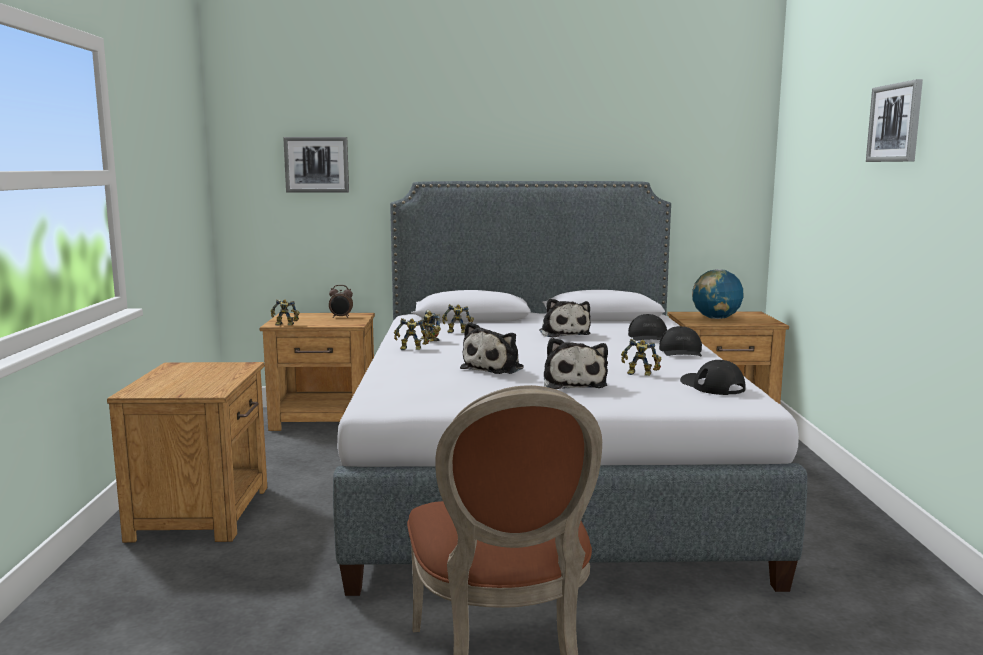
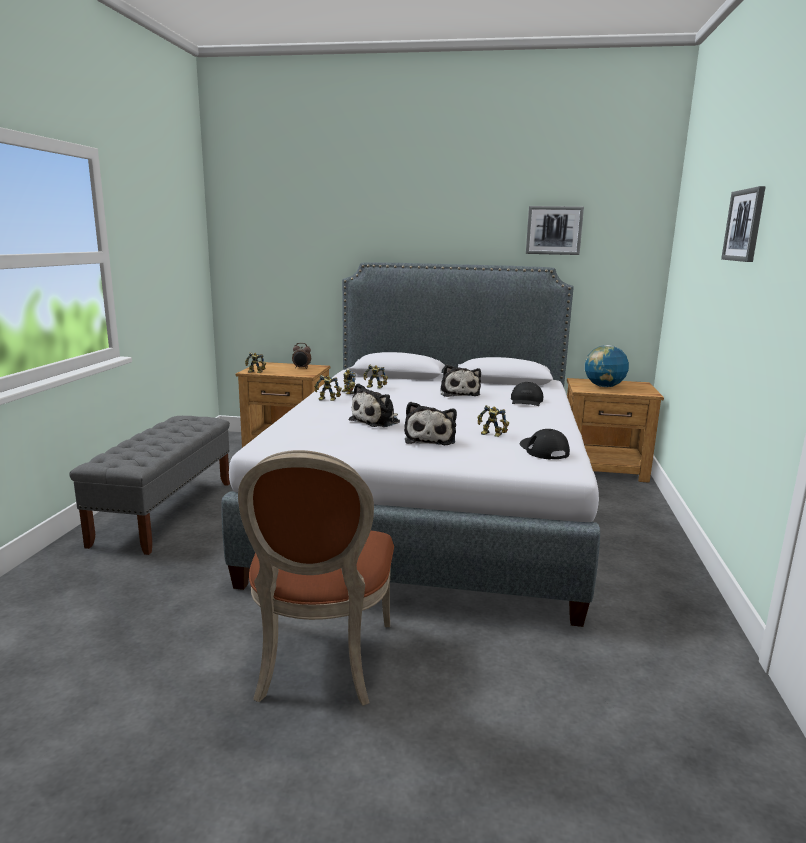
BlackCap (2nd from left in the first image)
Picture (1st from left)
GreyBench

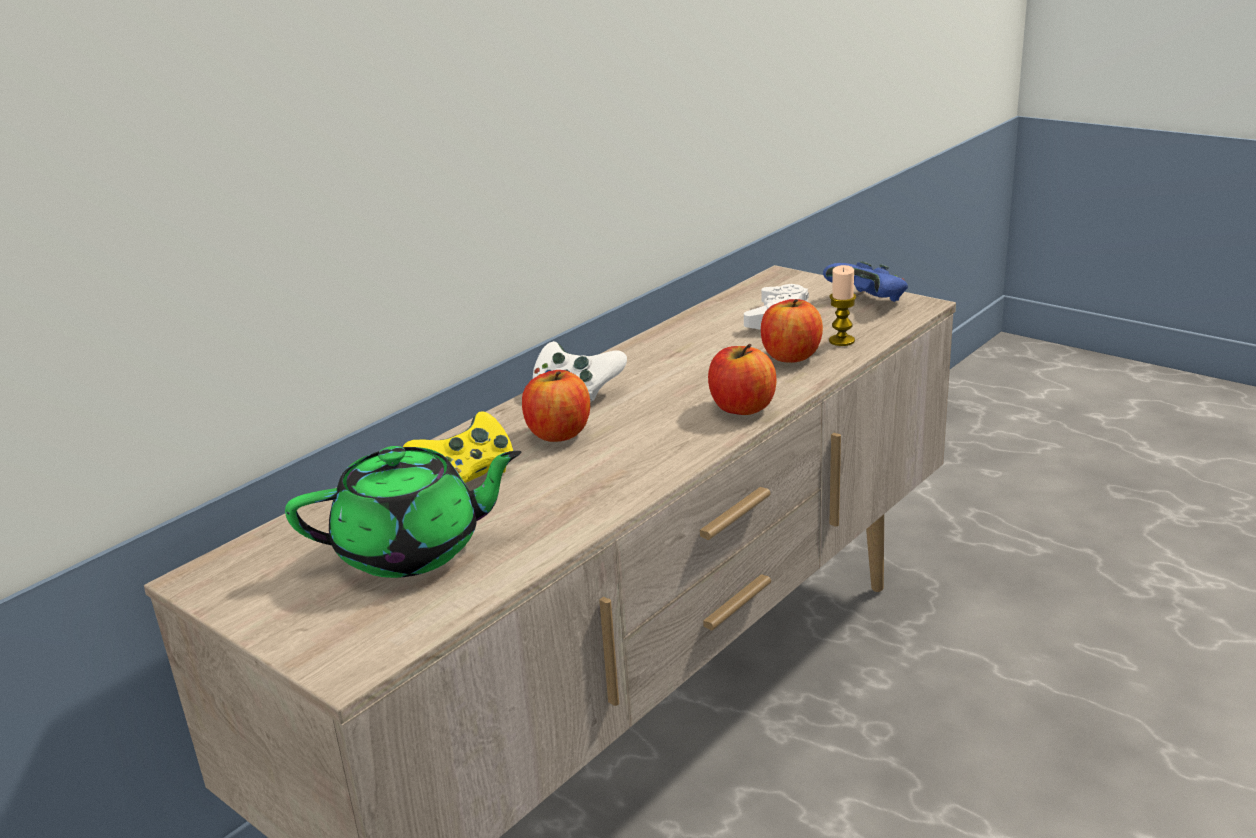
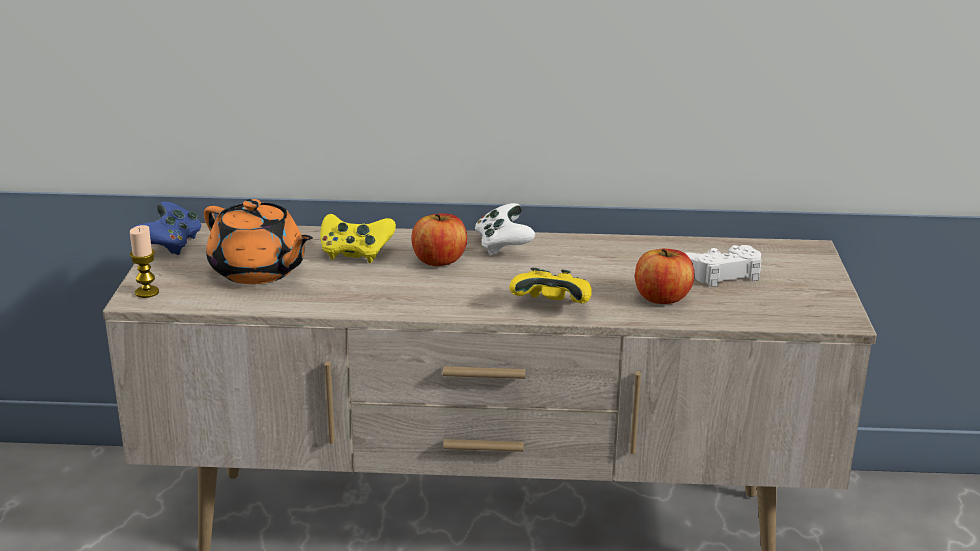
BlueGameController
Candle
YellowGameController (2nd from left)
OrangeTeapot

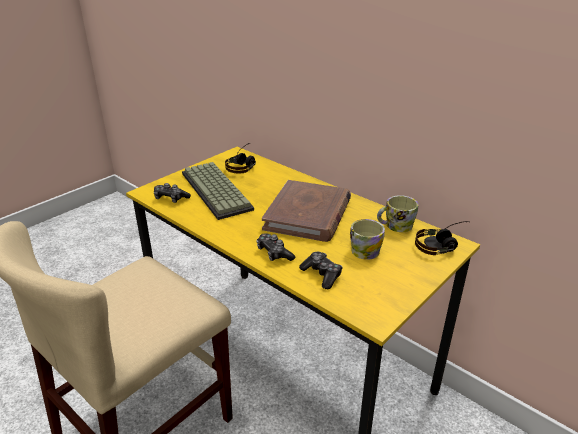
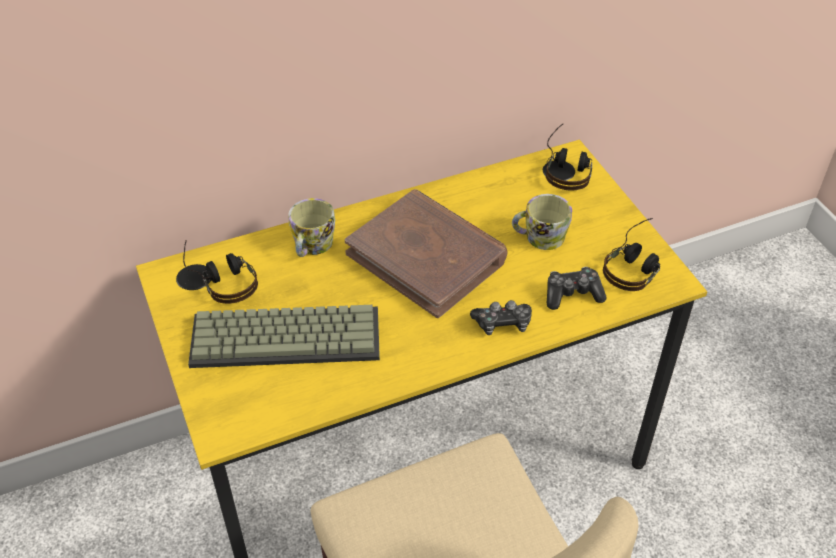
GameController (1st from left in the first image)
Headphones (3rd from left)
Mug (1st from left)

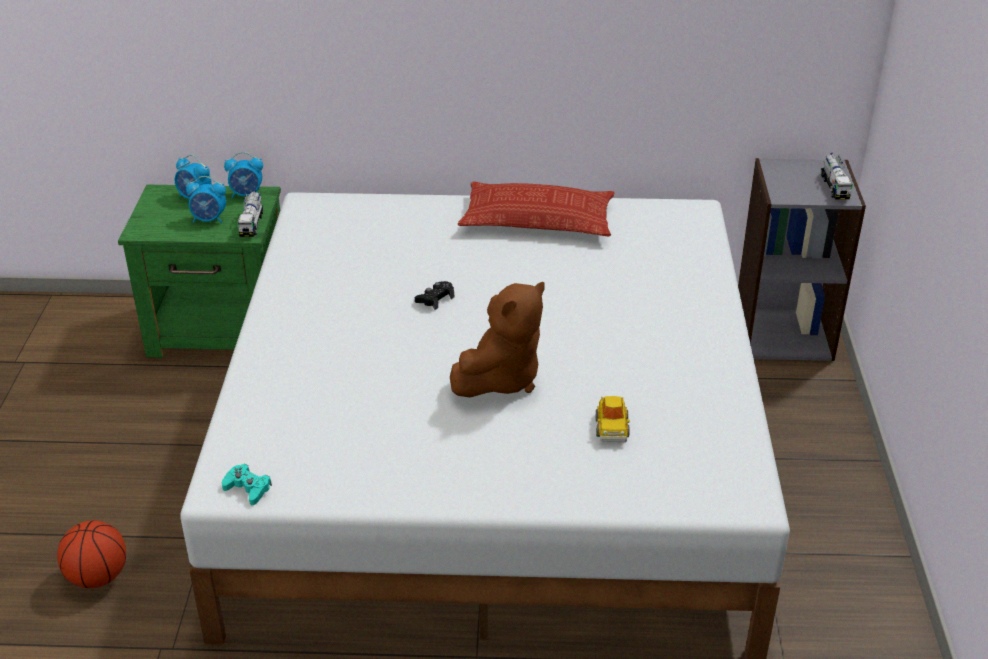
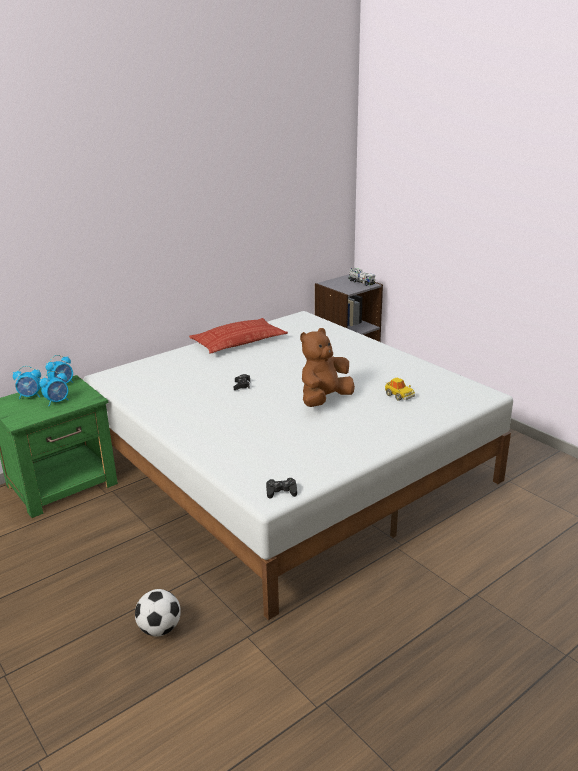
ToyTruck (1st from left in the first image)
Football
BlackGameController (2nd from left)
BrownPlushToy

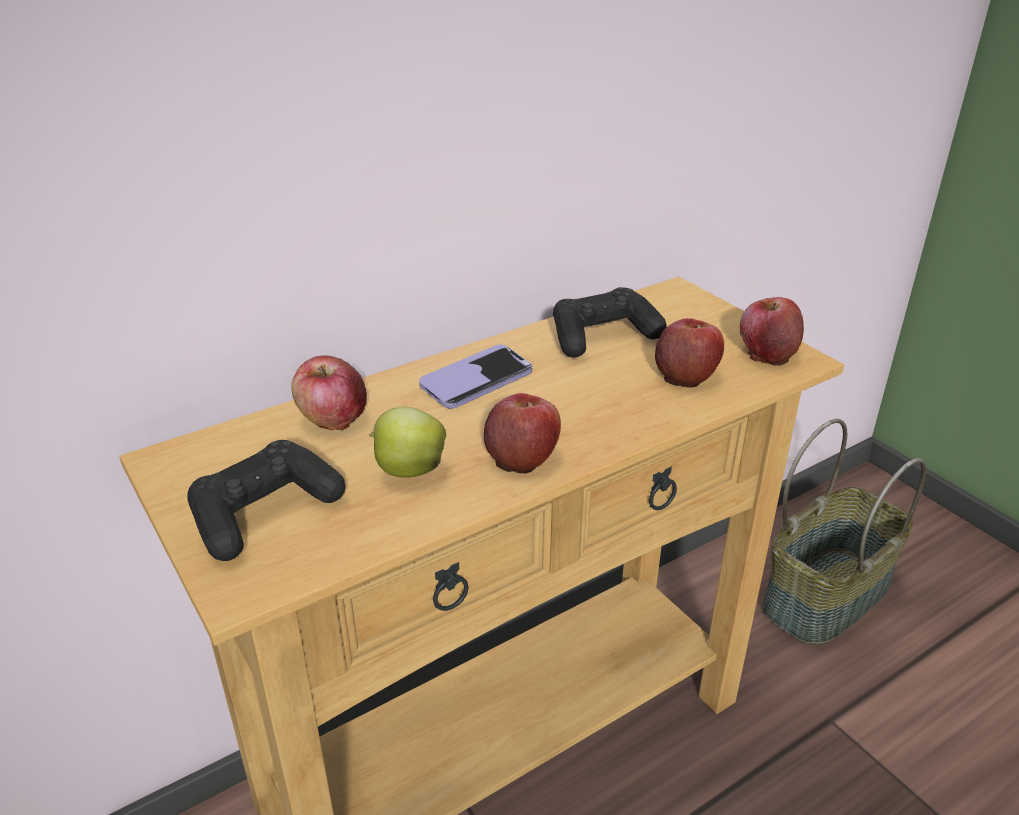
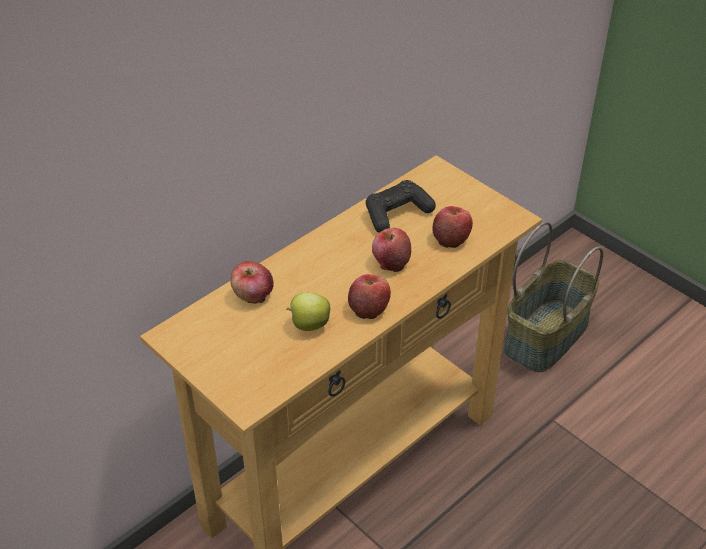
BlackGameController (1st from left in the first image)
Phone
Apple (4th from left)

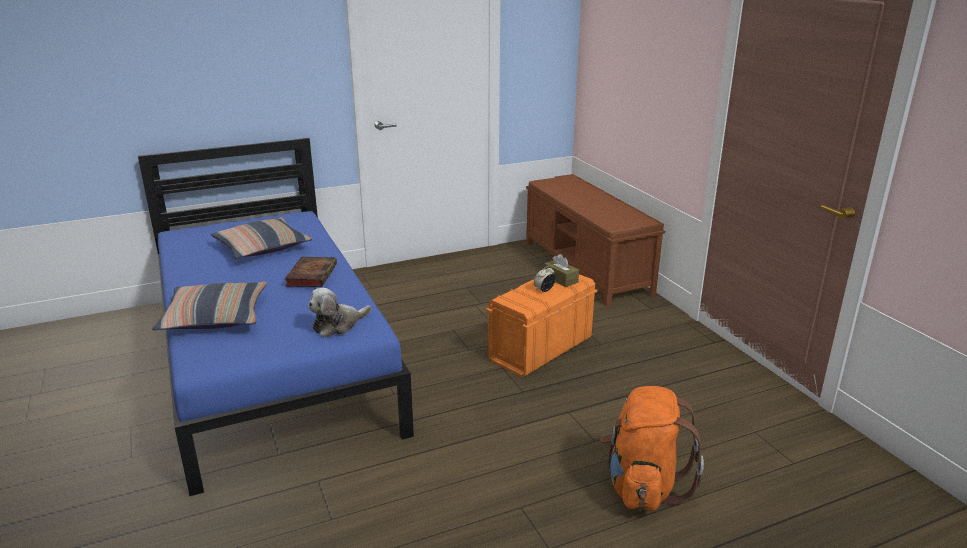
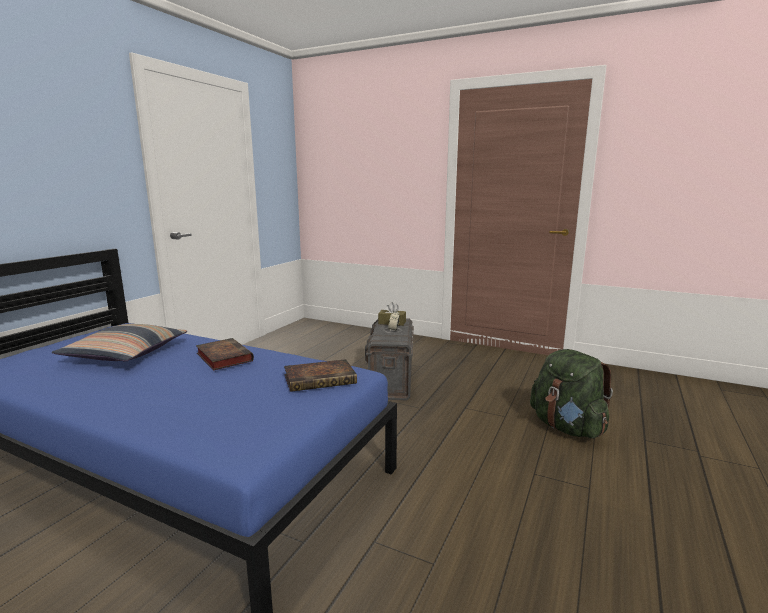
Pillow (1st from left in the first image)
BrownBench
Book (2nd from left)
GreyStorageBox
GreenBackpack

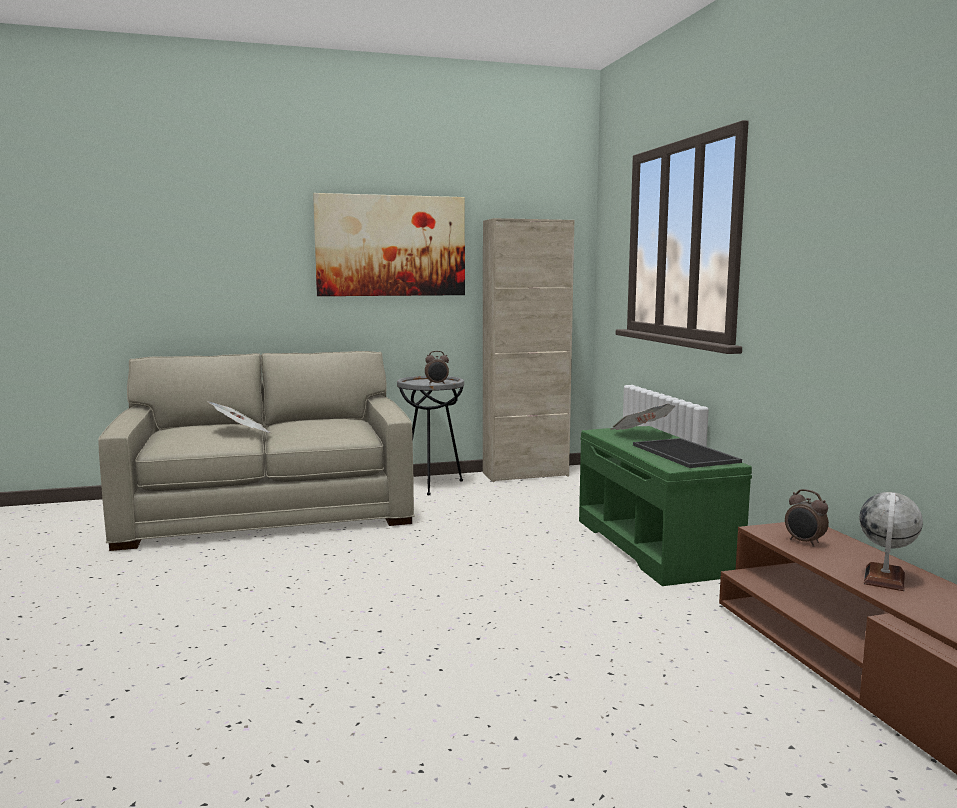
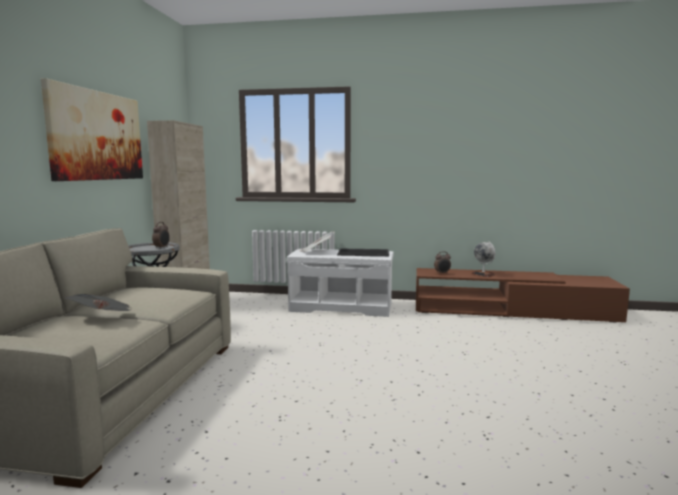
WhiteBench

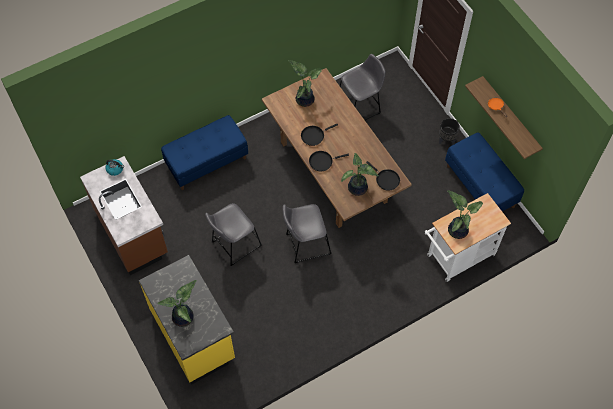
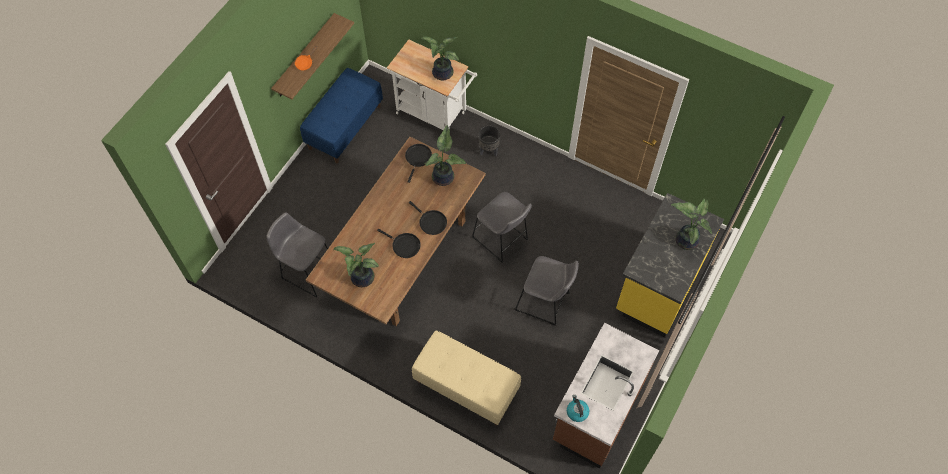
BlackPlanter
BeigeBench

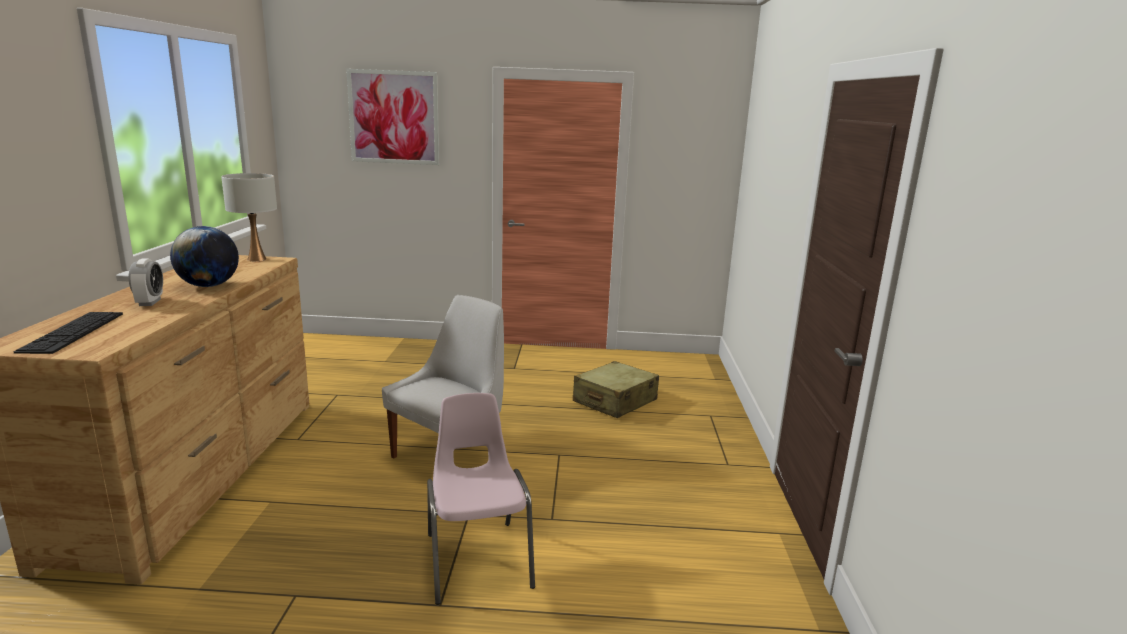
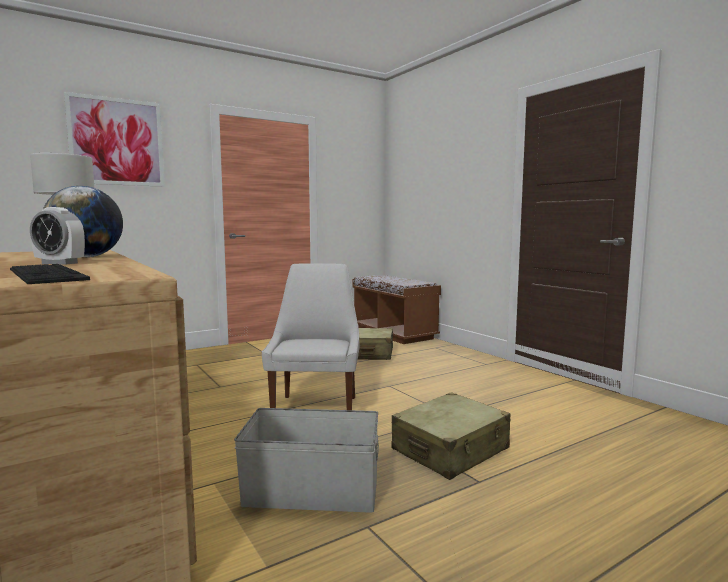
GreyStorageBox
BrownBench
BeigeSuitcase (2nd from left)
AlarmClock

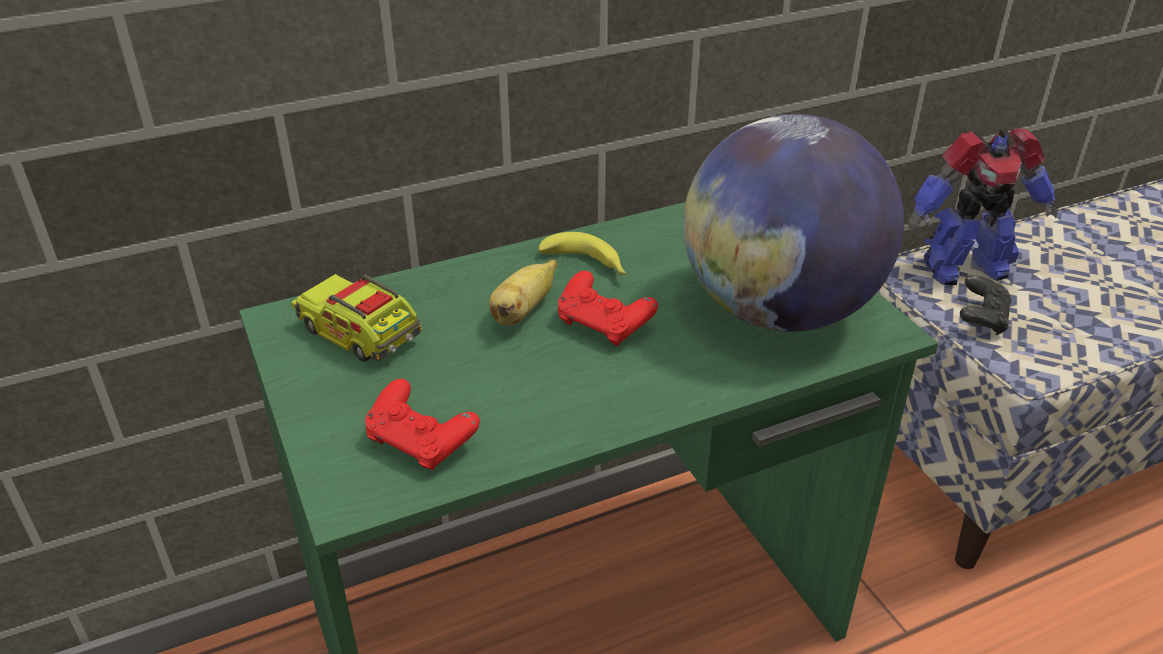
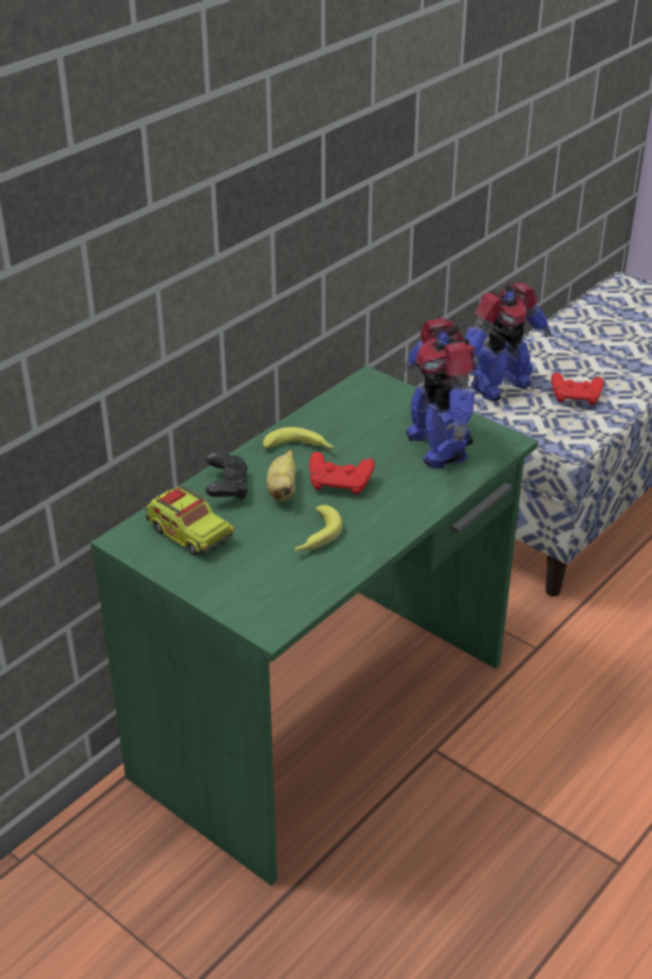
Banana (3rd from left)
RedGameController (2nd from left)
BlackGameController
ToyRobot (1st from left)
ToyTruck

